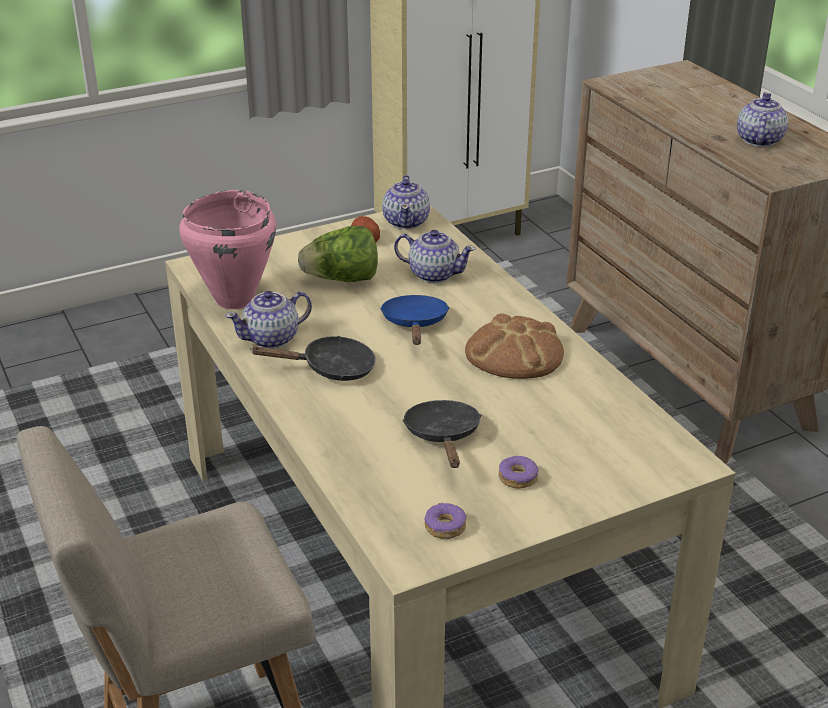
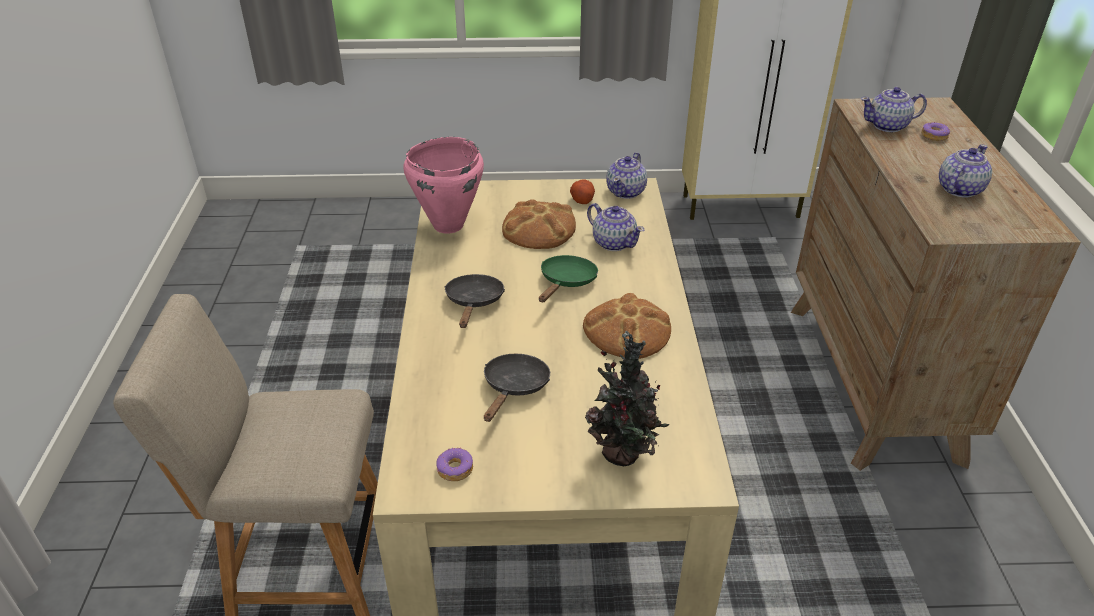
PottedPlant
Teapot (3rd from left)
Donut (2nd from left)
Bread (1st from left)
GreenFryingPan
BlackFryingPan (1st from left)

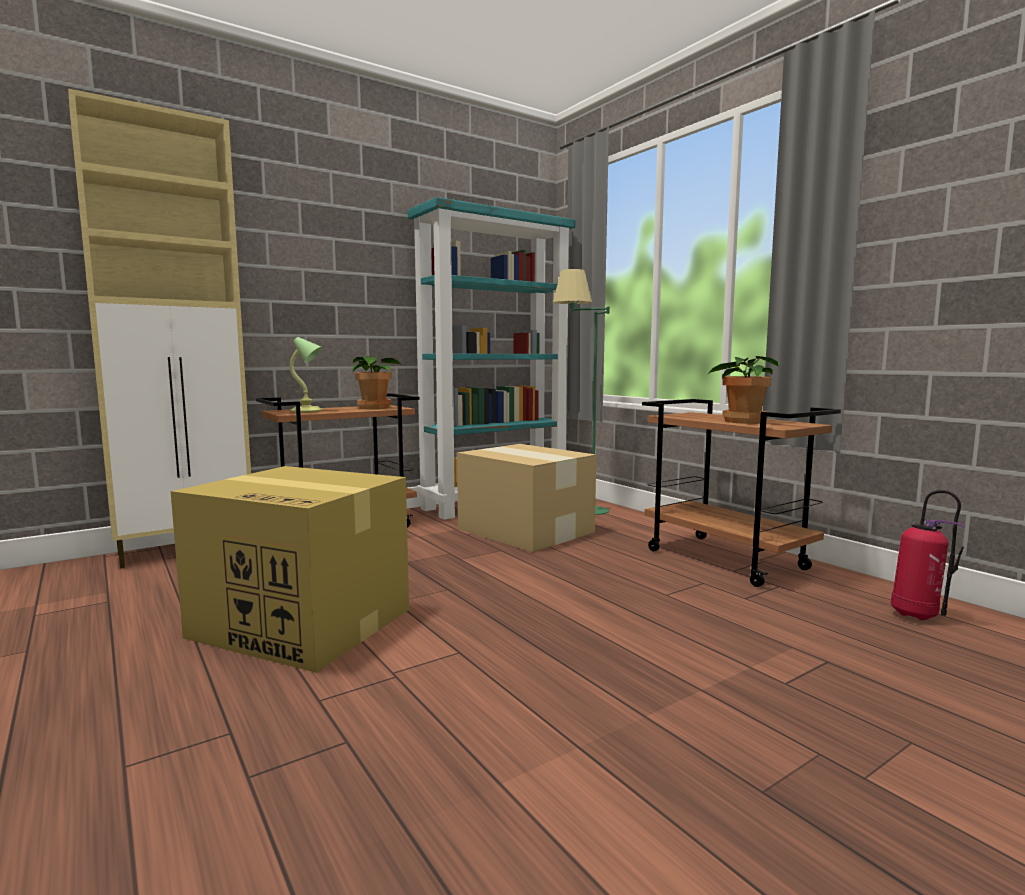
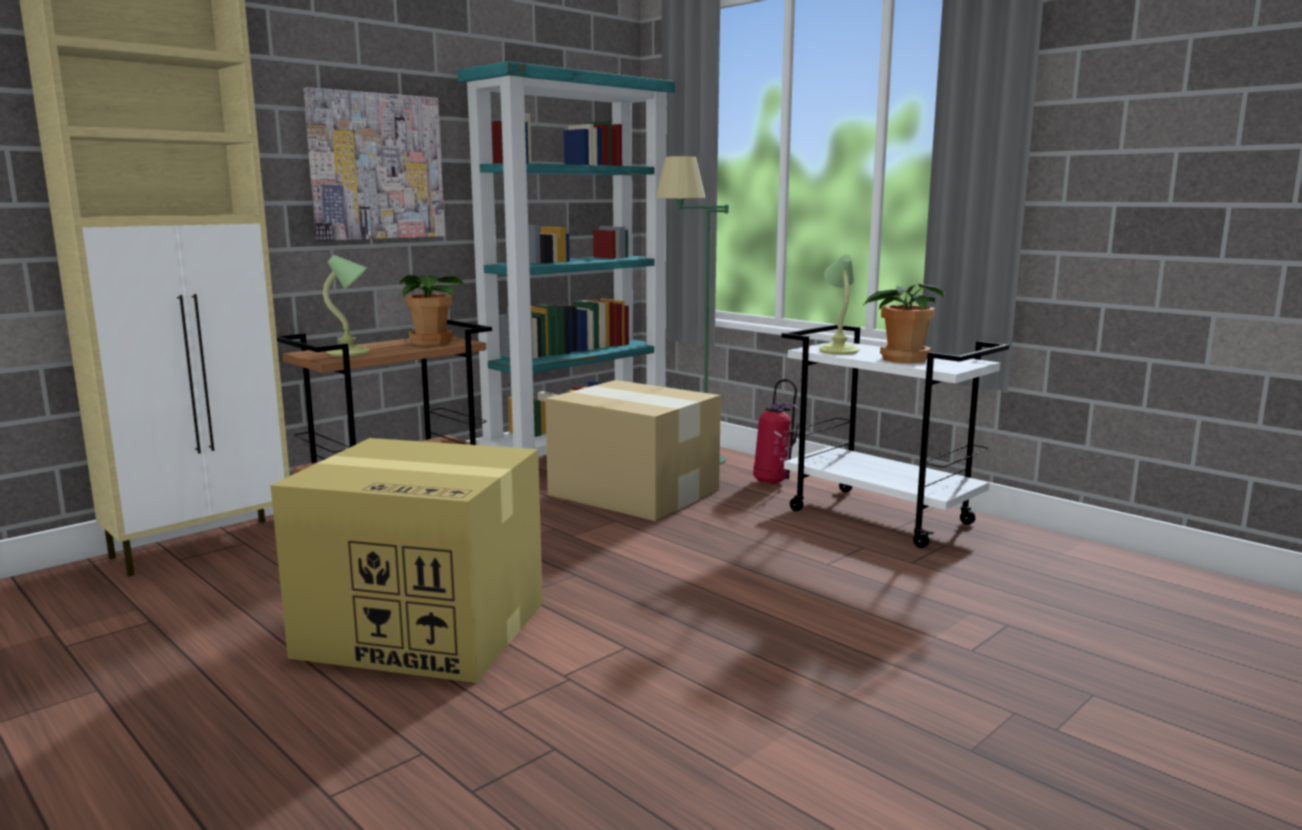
Picture
TableLamp (2nd from left)
FireExtinguisher
WhiteCart

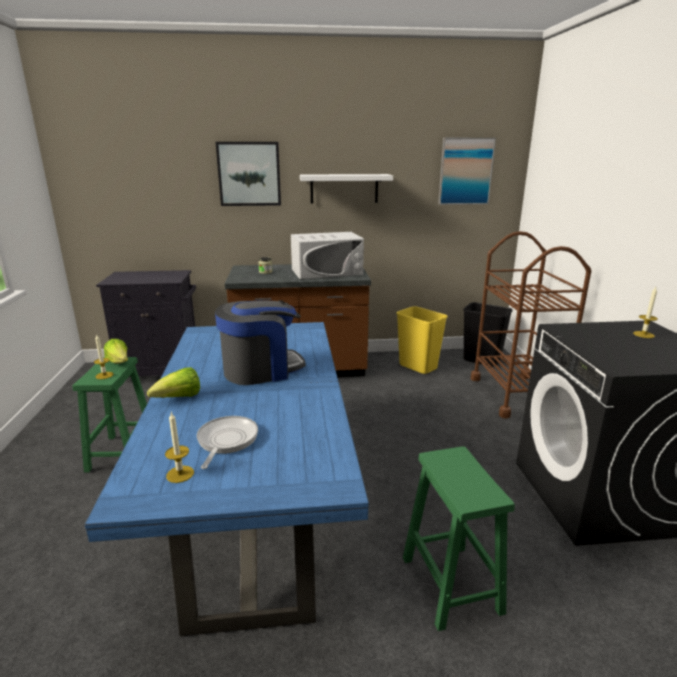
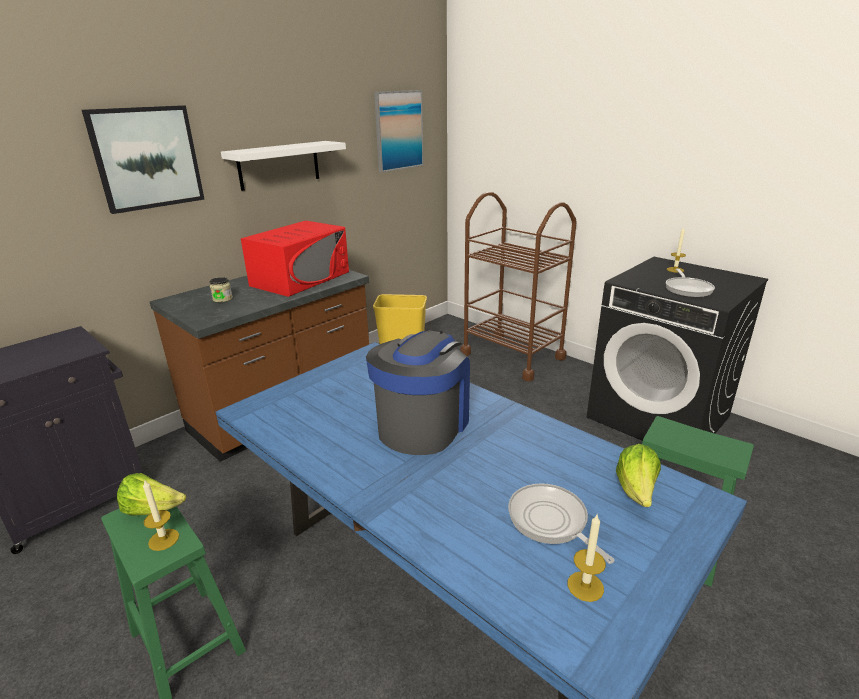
BlackTrashCan
FryingPan (2nd from left)
Lettuce (2nd from left)
RedMicrowave

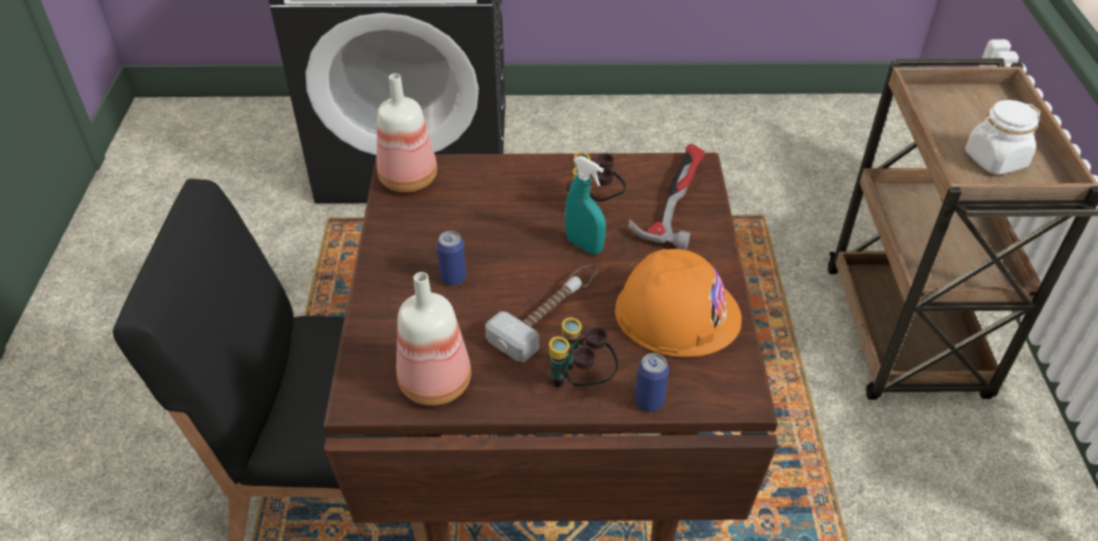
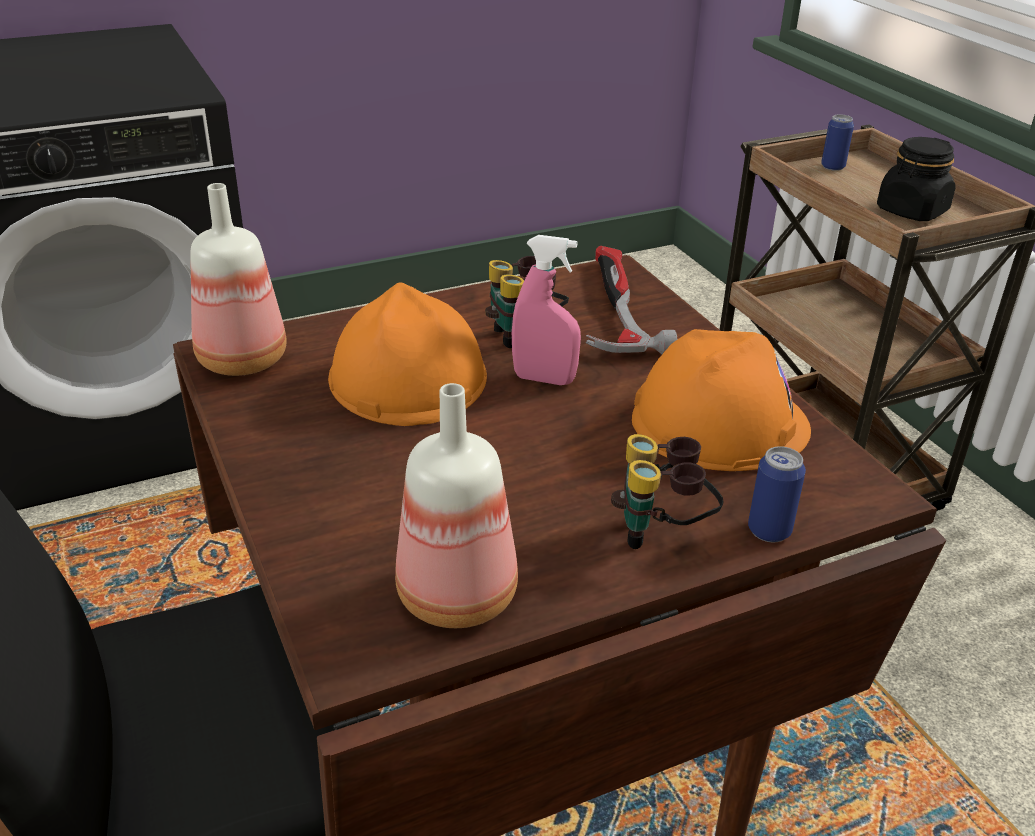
Hammer (1st from left in the first image)
OrangeHardHat (1st from left)
Can (2nd from left)
PinkSprayBottle
BlackJar

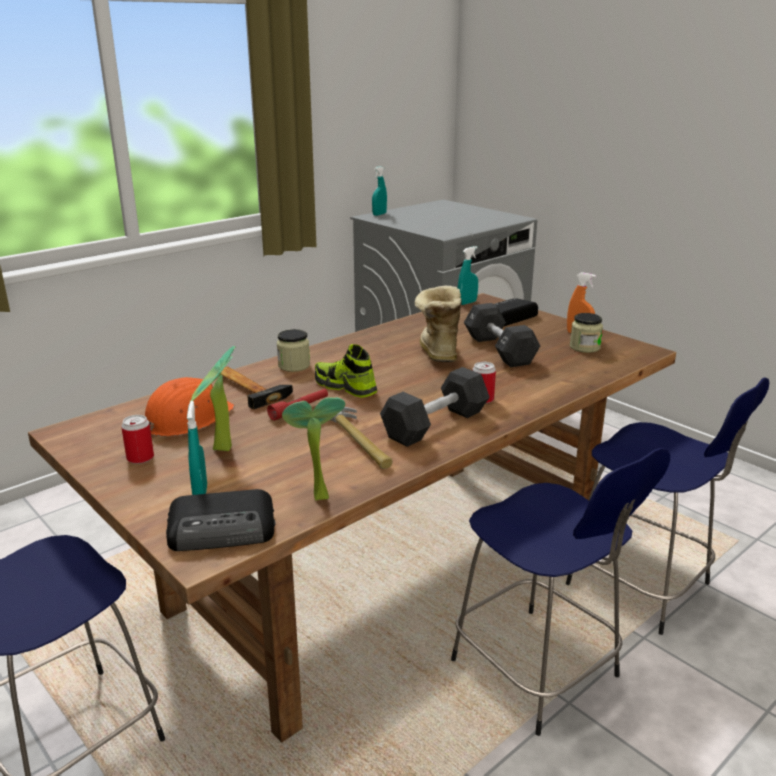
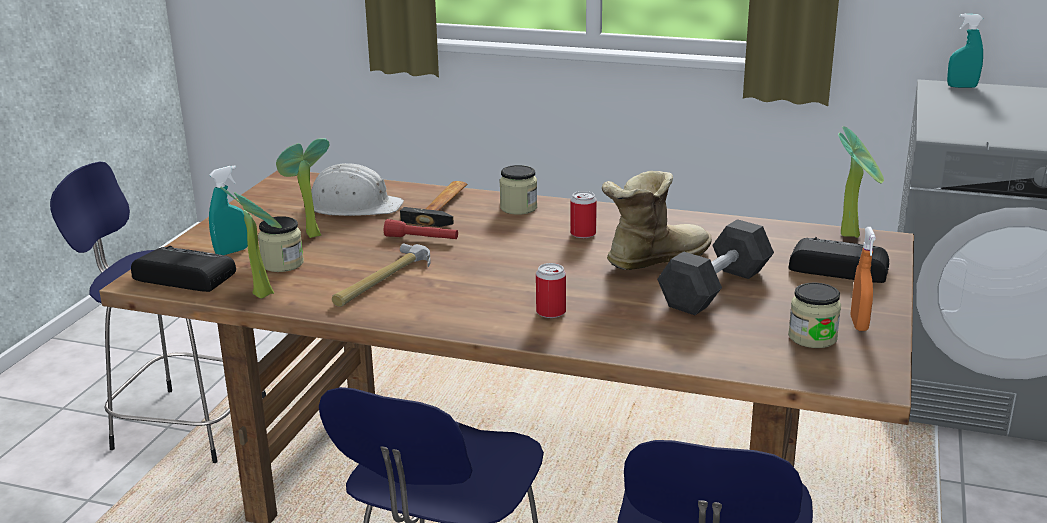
Shoe
BlackDumbbell (1st from left in the first image)
Jar (1st from left)
Can (2nd from left)
PottedPlant (3rd from left)
WhiteHardHat
Radio (1st from left)

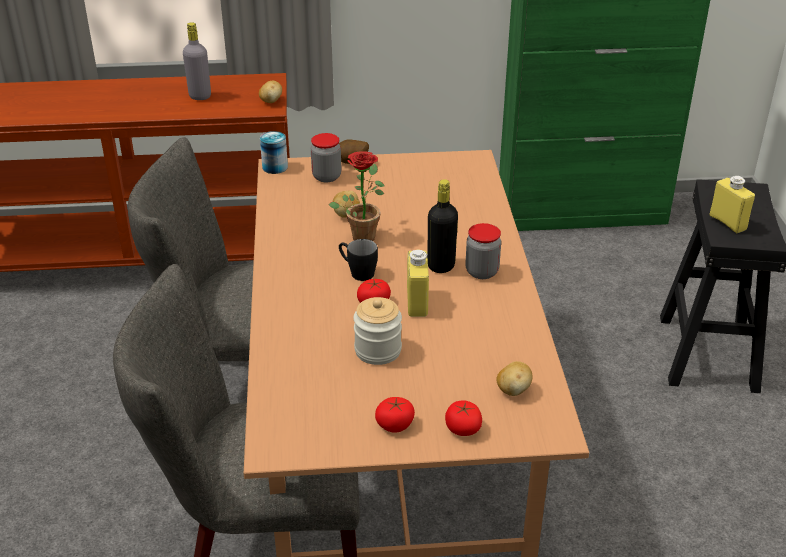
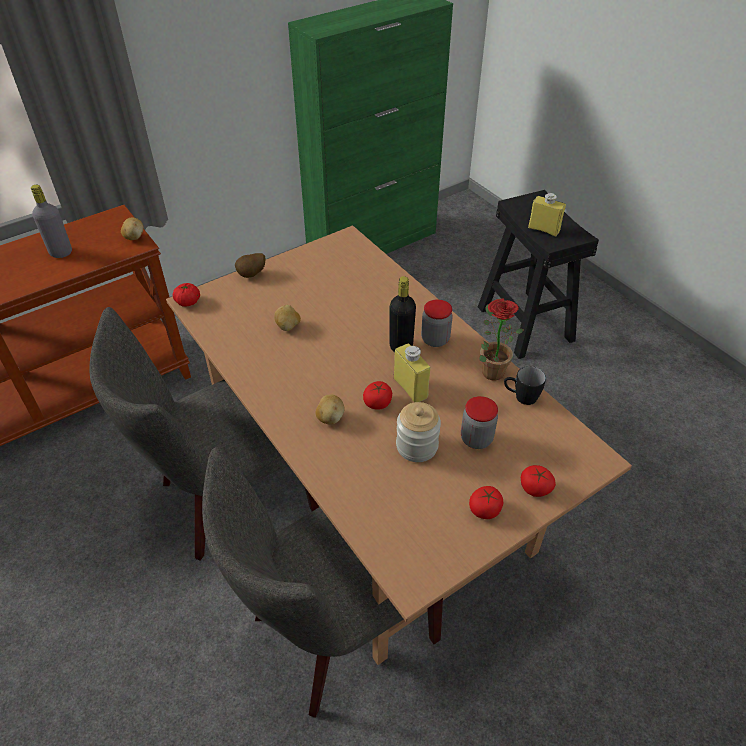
Jar (3rd from left)
PottedPlant
BlackMug
Potato (4th from left)
Tomato (1st from left)

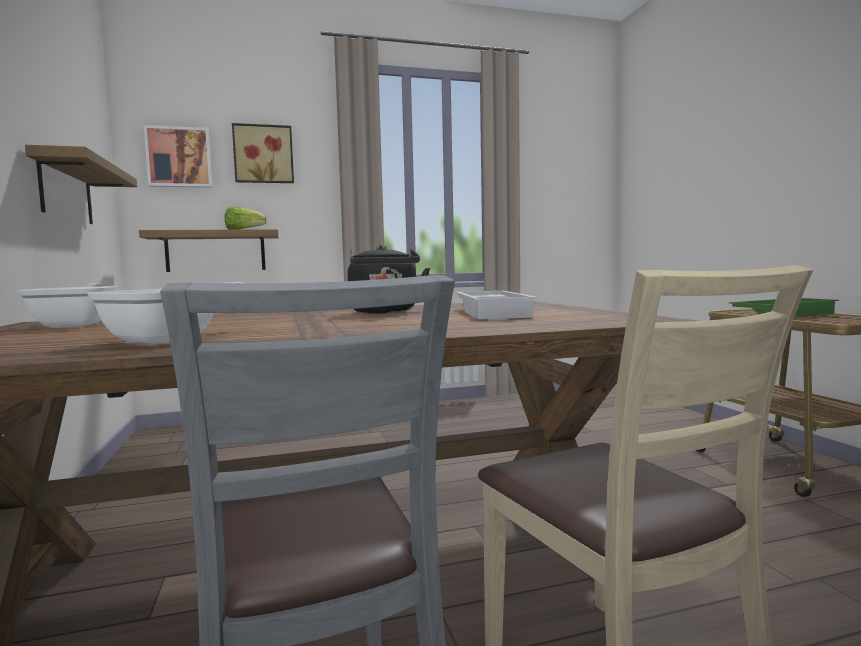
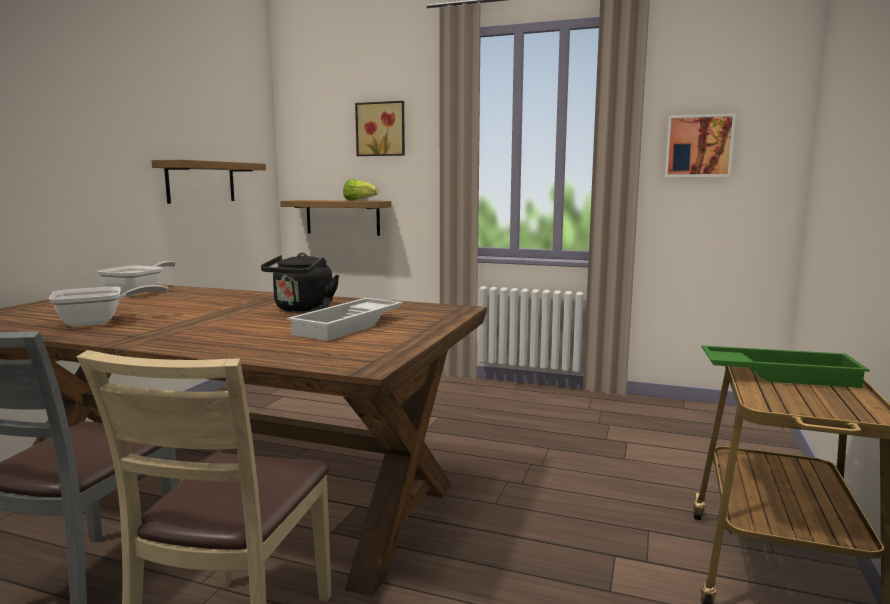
Picture (2nd from left)

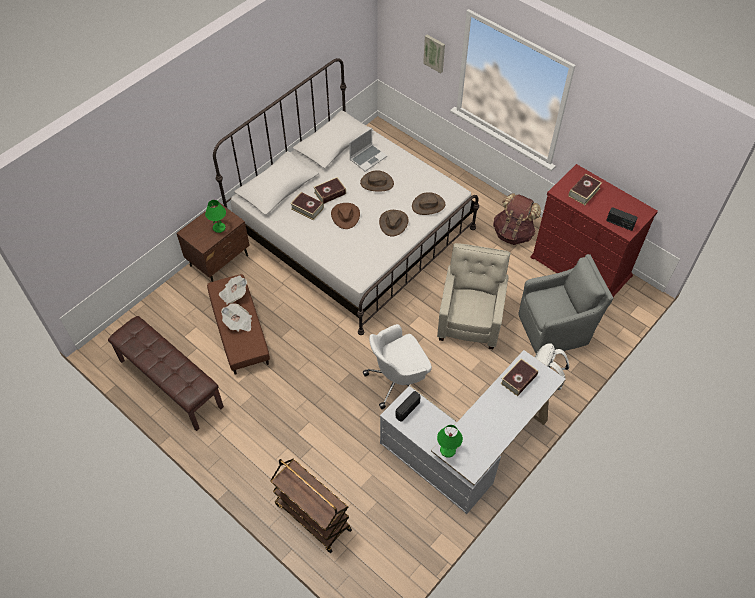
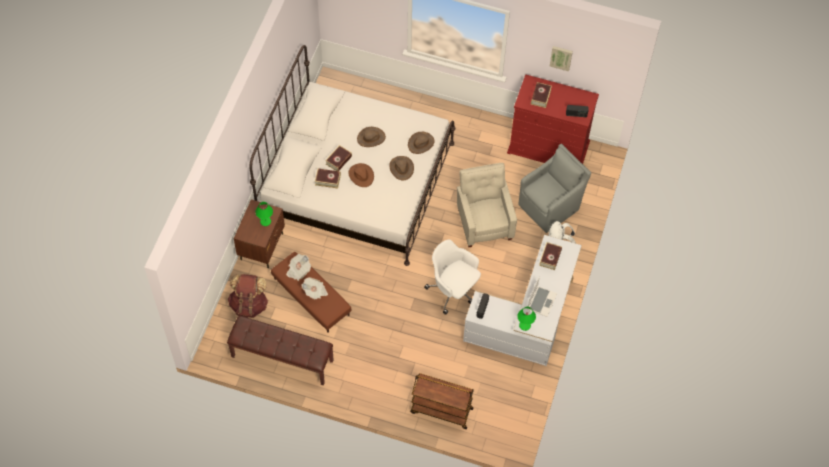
Laptop
Picture
BrownBackpack
WhiteOfficeChair

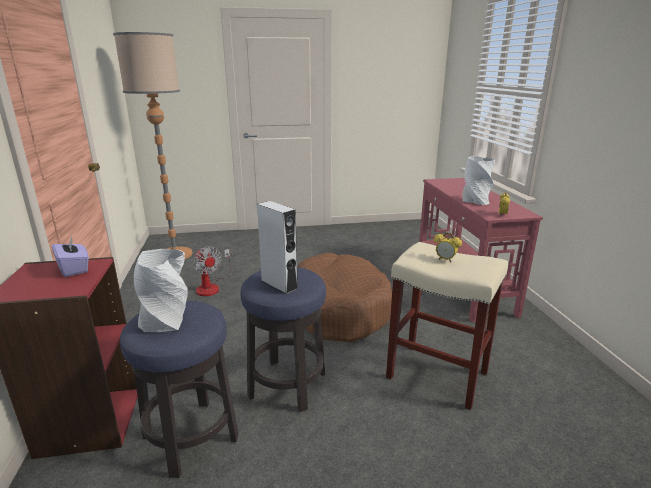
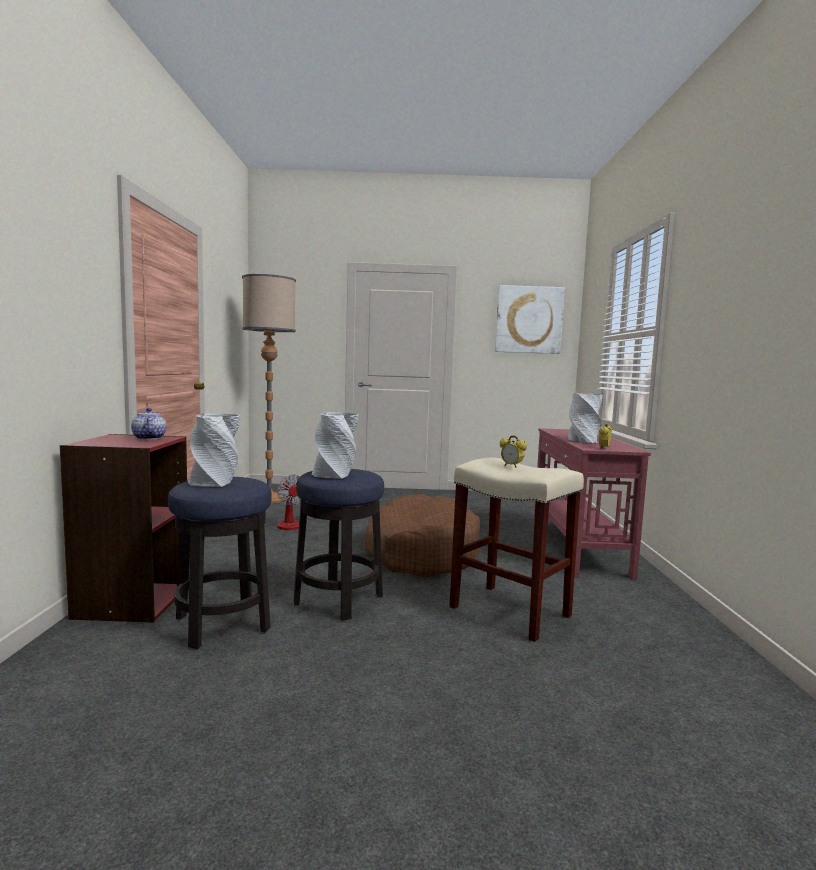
Picture
Teapot
GreyVase (2nd from left)

